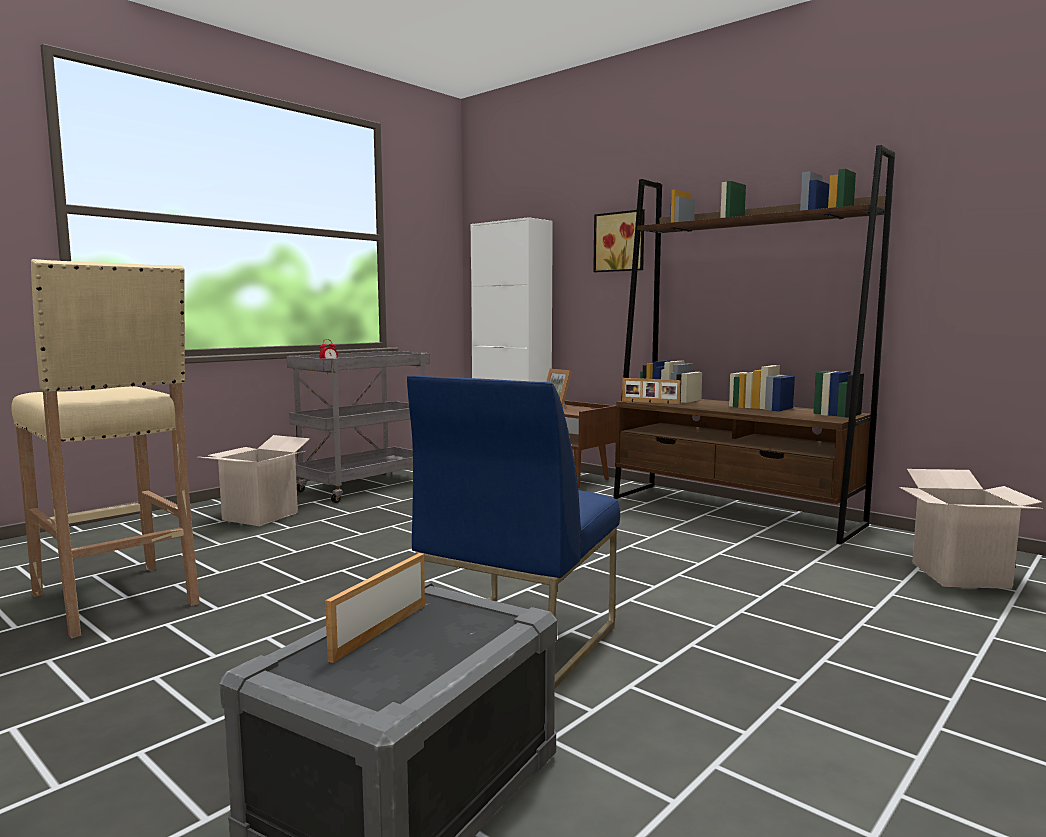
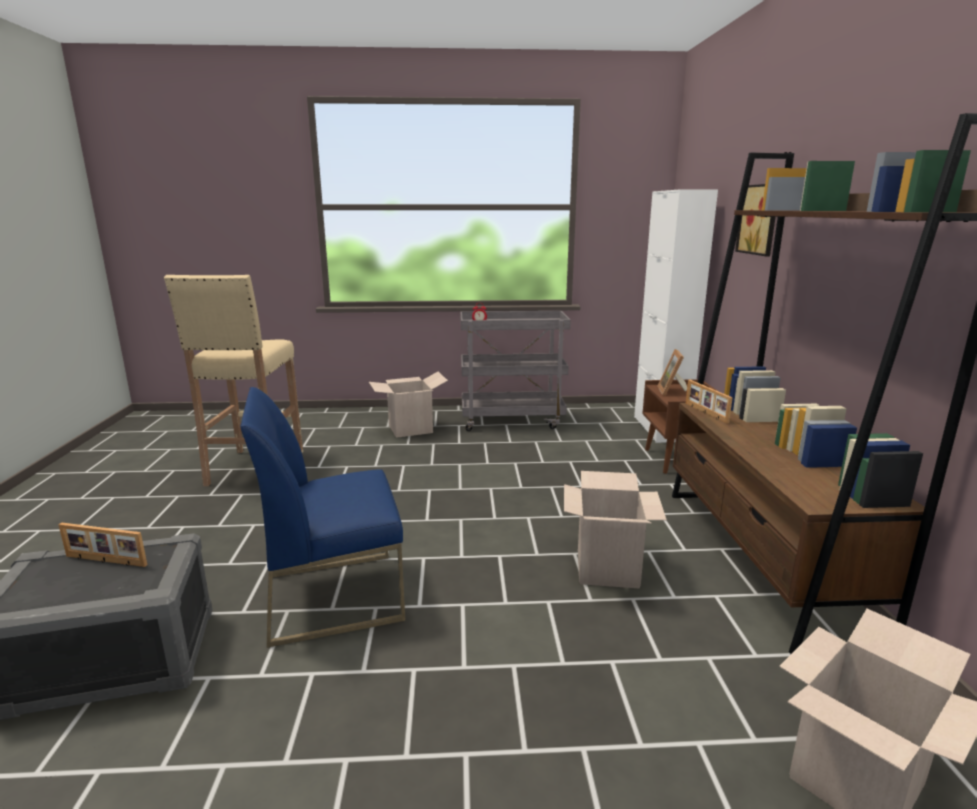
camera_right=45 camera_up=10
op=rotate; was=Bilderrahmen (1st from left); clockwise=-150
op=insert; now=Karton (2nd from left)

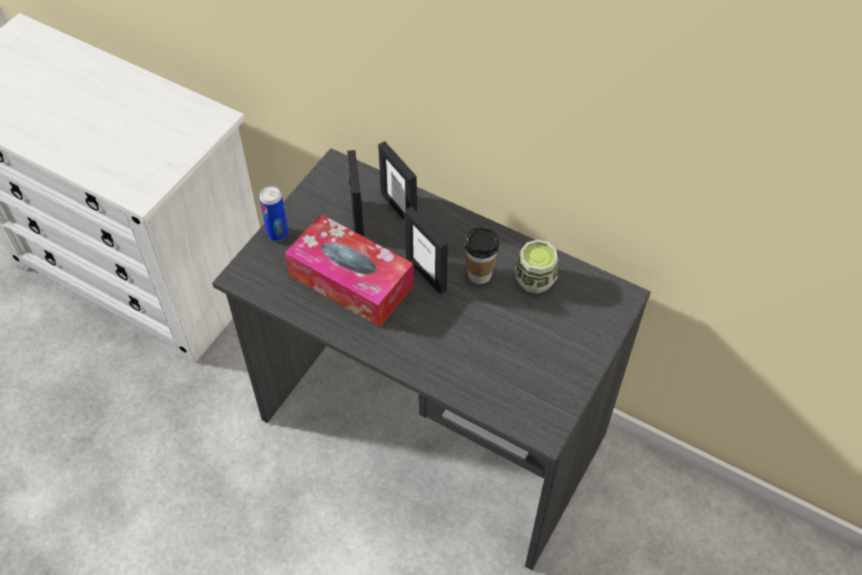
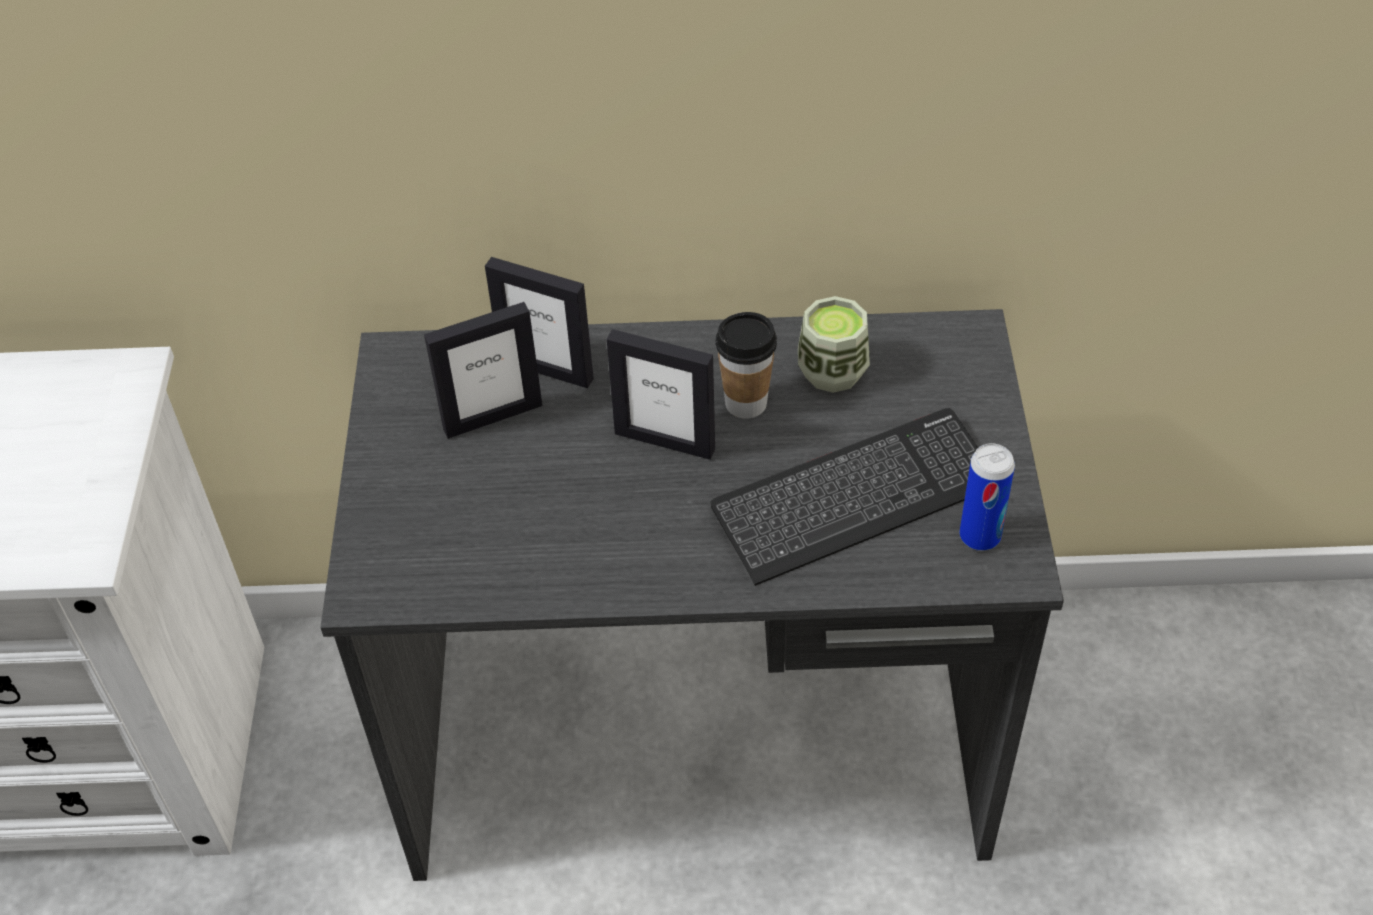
camera_right=-30 camera_up=-5
op=move; was=Dose
op=delete; was=Taschentuchbox
op=rotate; was=Bilderrahmen (1st from left); clockwise=105
op=insert; now=Tastatur

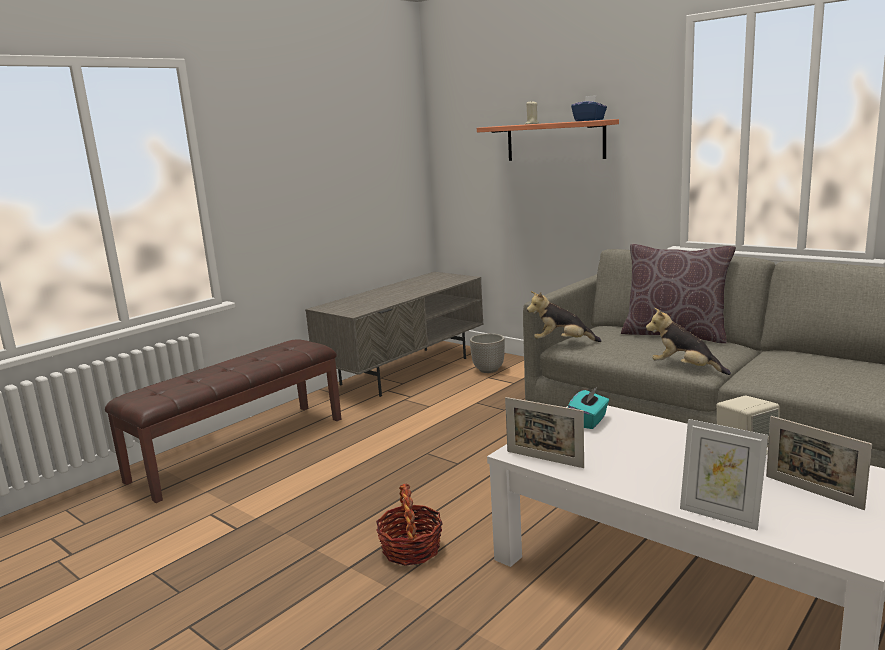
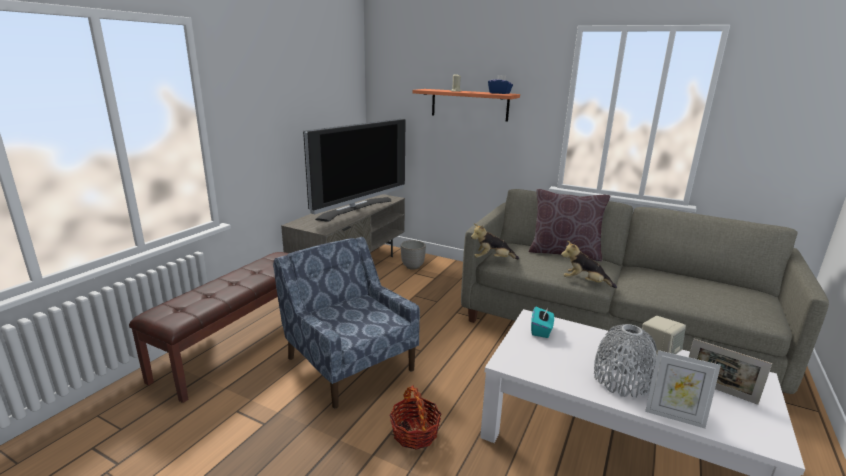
camera_right=-15 camera_up=5
op=delete; was=Bilderrahmen (1st from left)
op=insert; now=Sessel (blau)
op=insert; now=Fernseher
op=insert; now=Vase (grau)

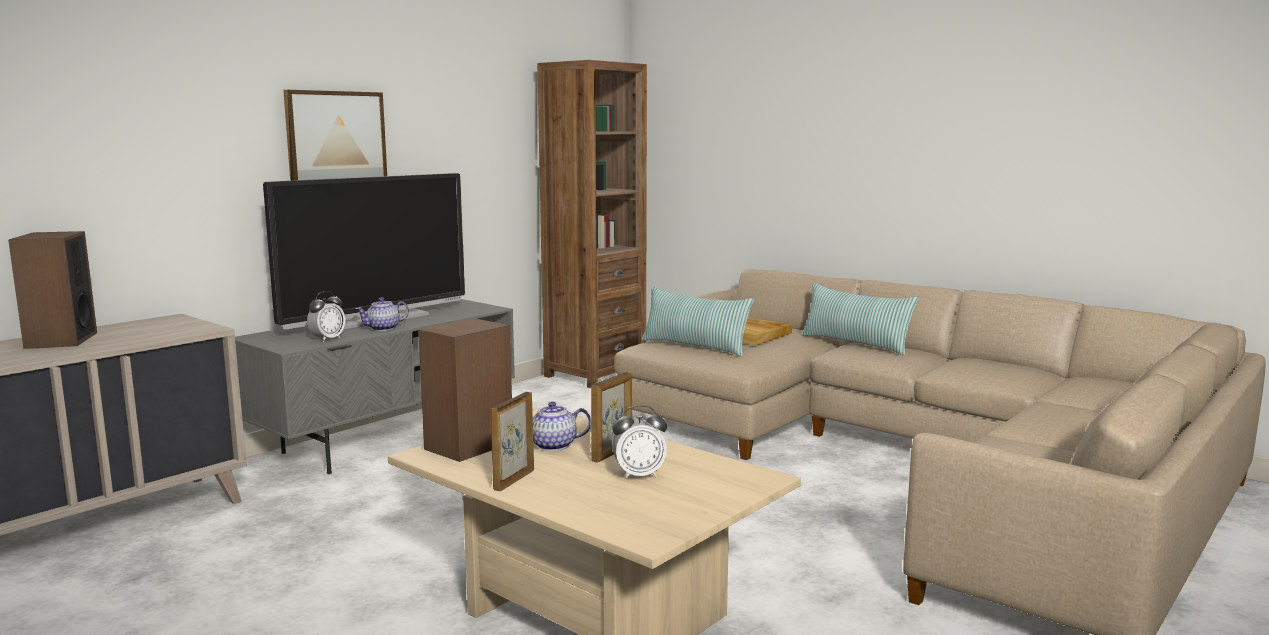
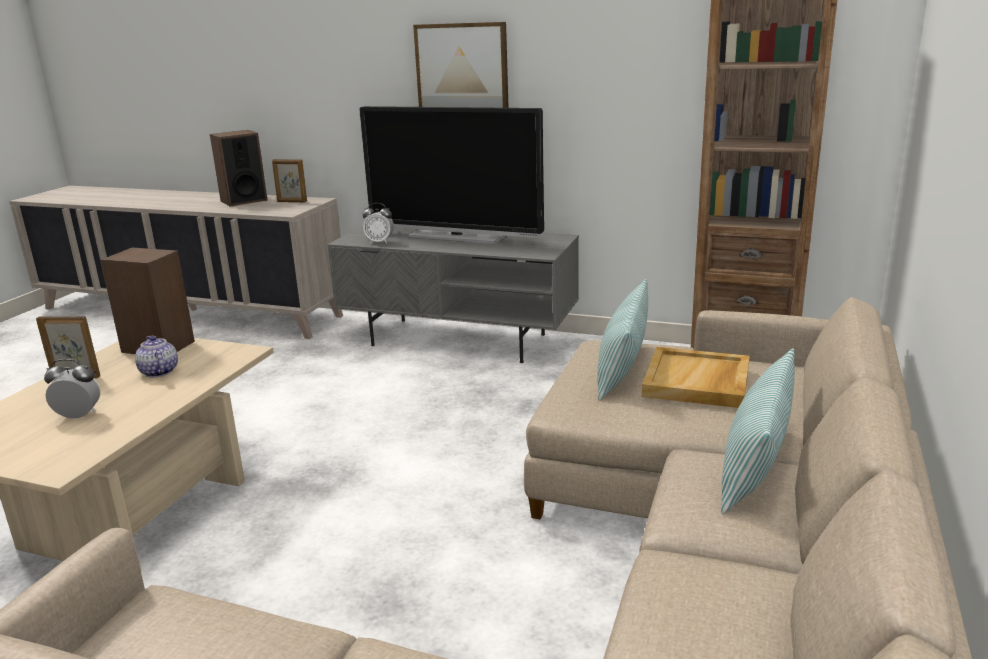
camera_right=70 camera_up=10
op=delete; was=Teekanne (1st from left)
op=move; was=Bilderrahmen (2nd from left)
op=rotate; was=Wecker (2nd from left in the first image); clockwise=120

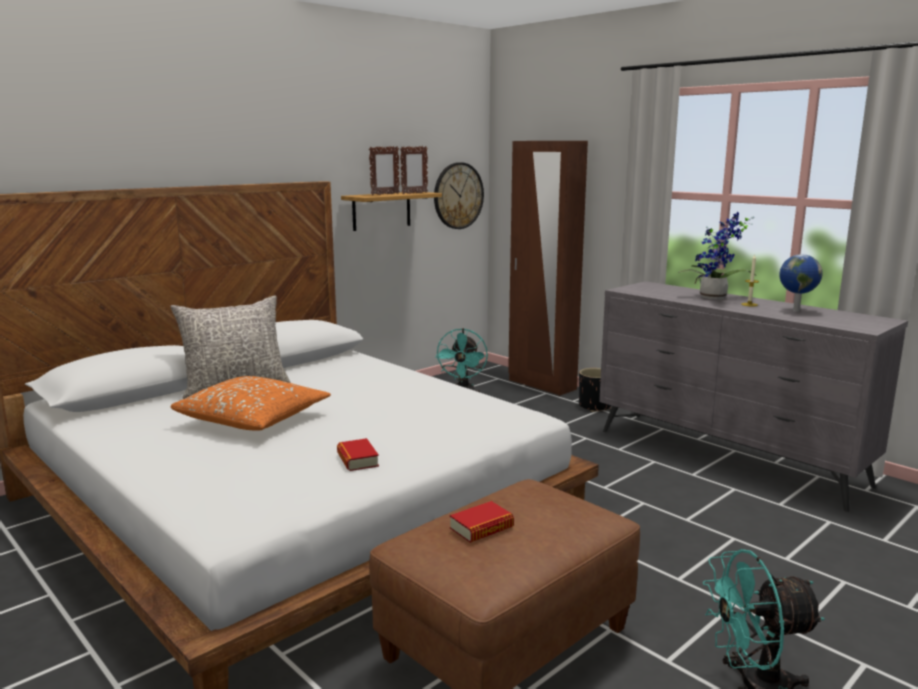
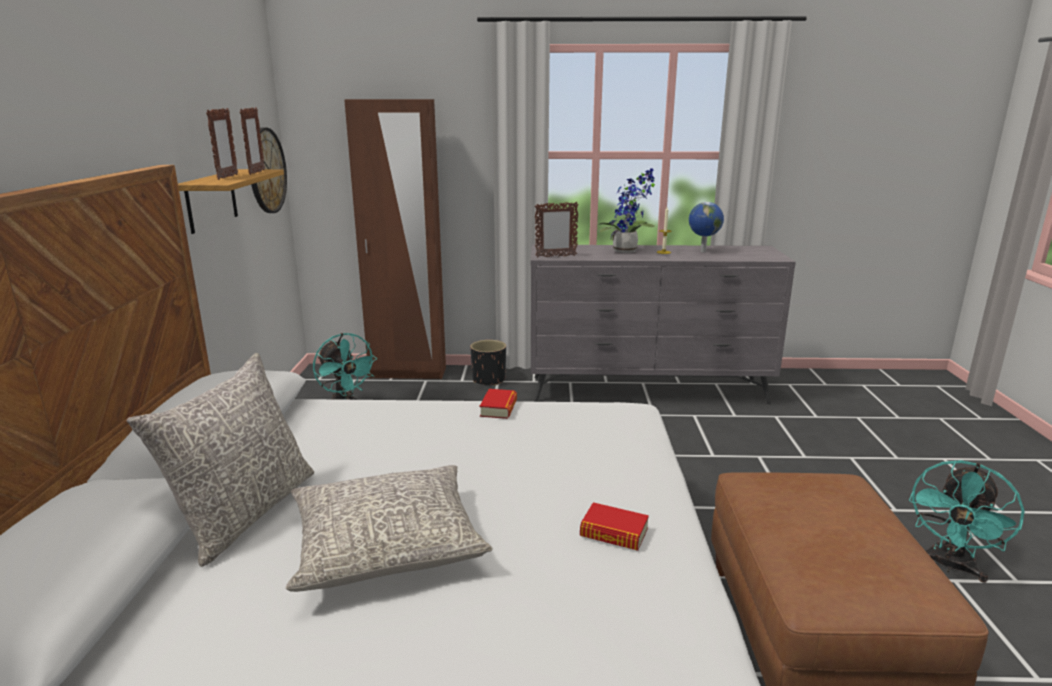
camera_right=-45 camera_up=5
op=recolor; was=Kissen (orange); now=Kissen (grau) (2nd from left)
op=move; was=Buch (2nd from left in the first image); now=Buch (1st from left)
op=insert; now=Bilderrahmen (3rd from left)

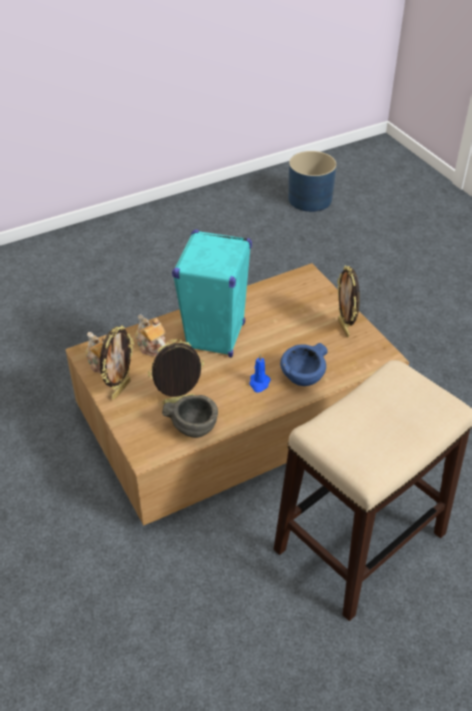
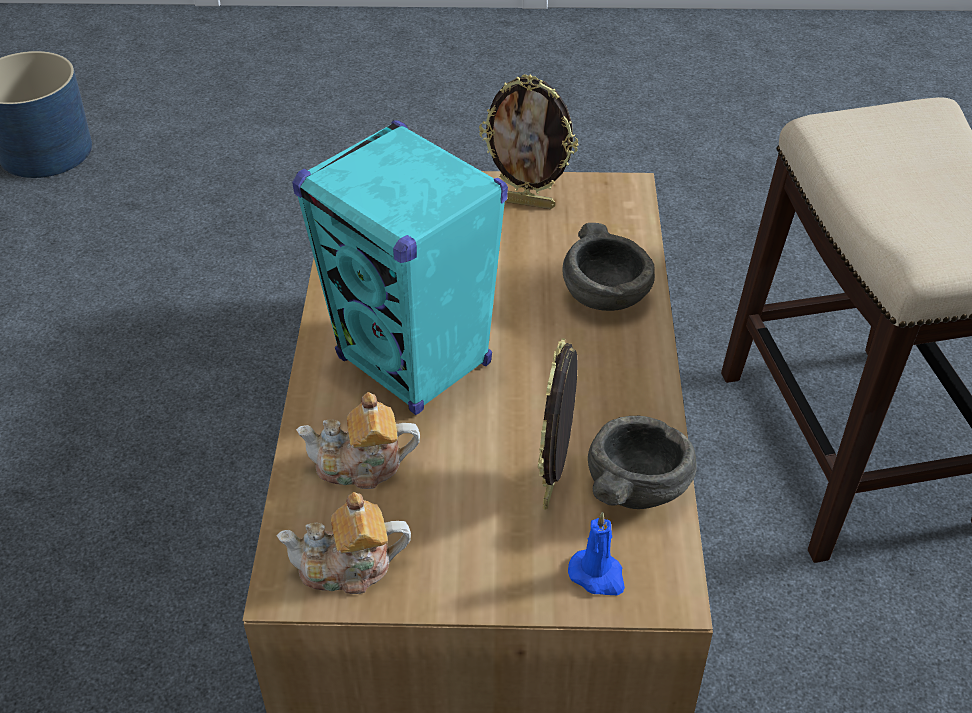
camera_right=-60 camera_up=0
op=delete; was=Bilderrahmen (1st from left)
op=move; was=Kerze (blau)
op=recolor; was=Schüssel (blau); now=Schüssel (grau) (1st from left)

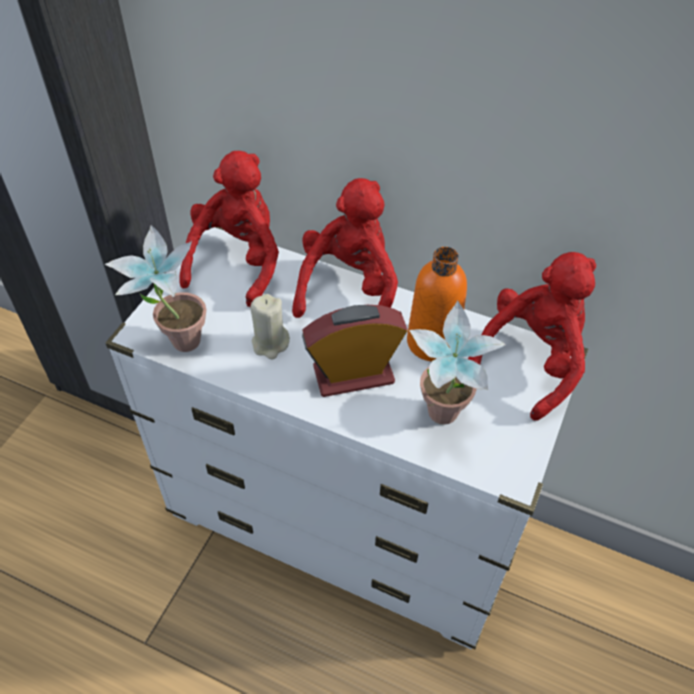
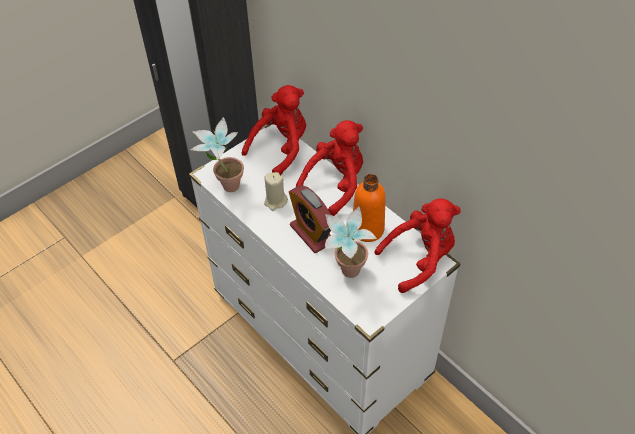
camera_right=25 camera_up=0
op=rotate; was=Wecker; clockwise=-135

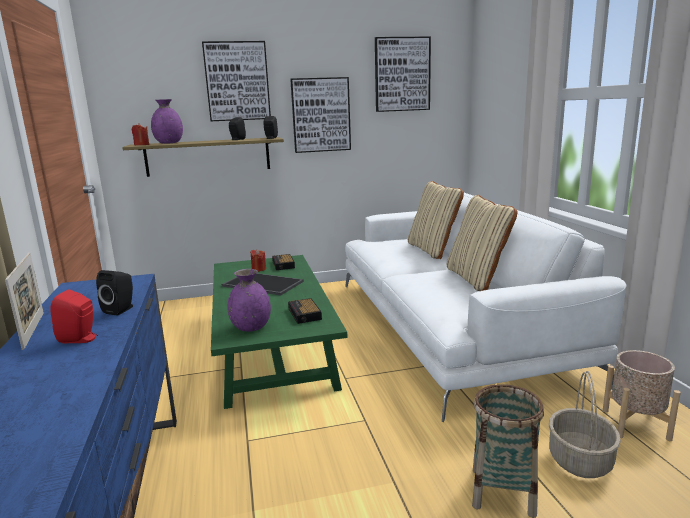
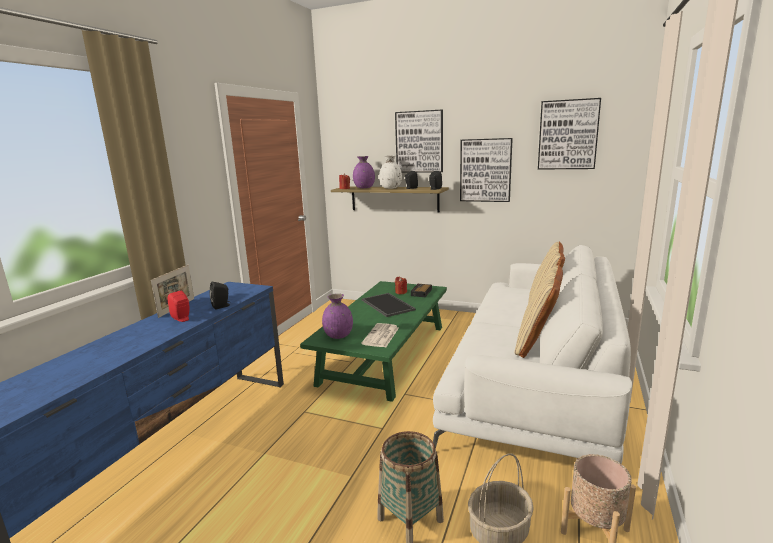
camera_right=35 camera_up=0
op=replace; was=Wecker (2nd from left); now=Zeitung
op=insert; now=Vase (weiß)

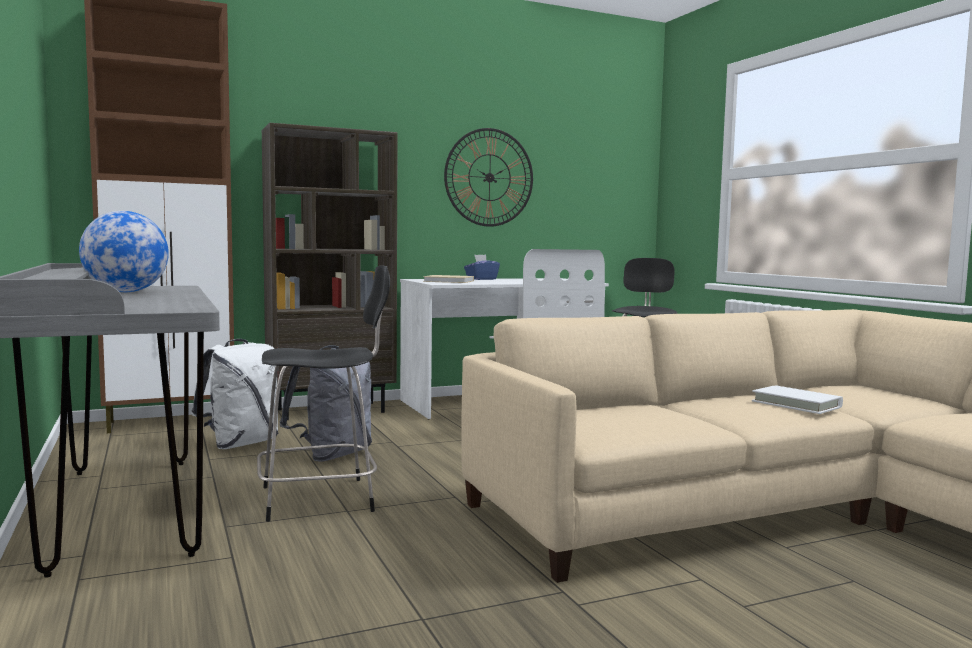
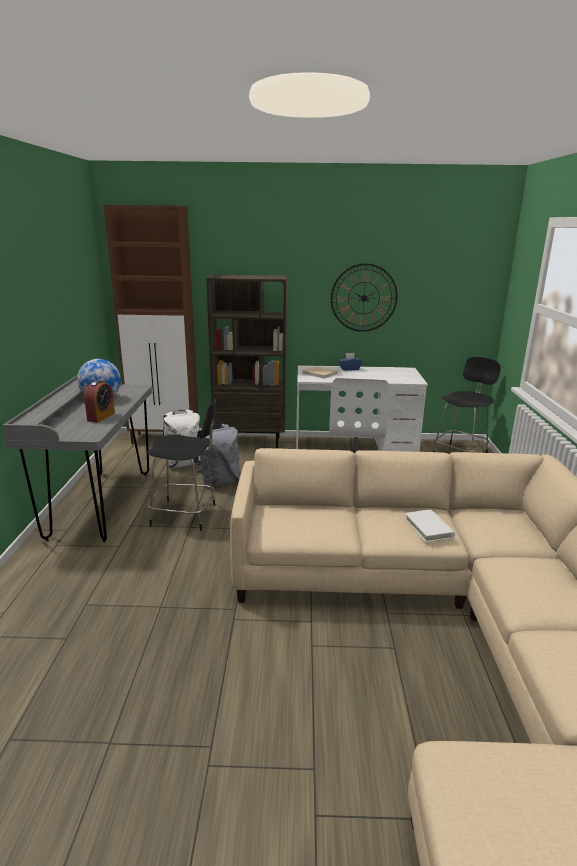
camera_right=25 camera_up=15
op=insert; now=Wecker

